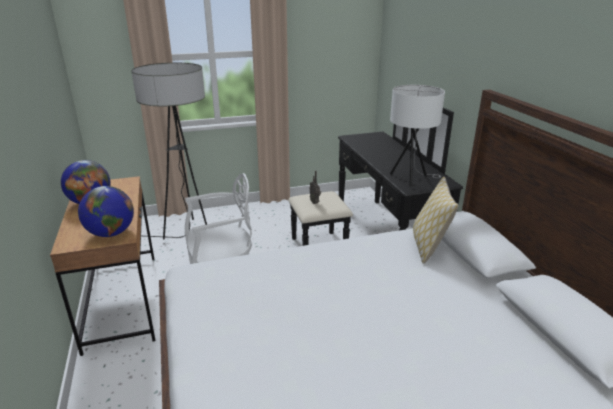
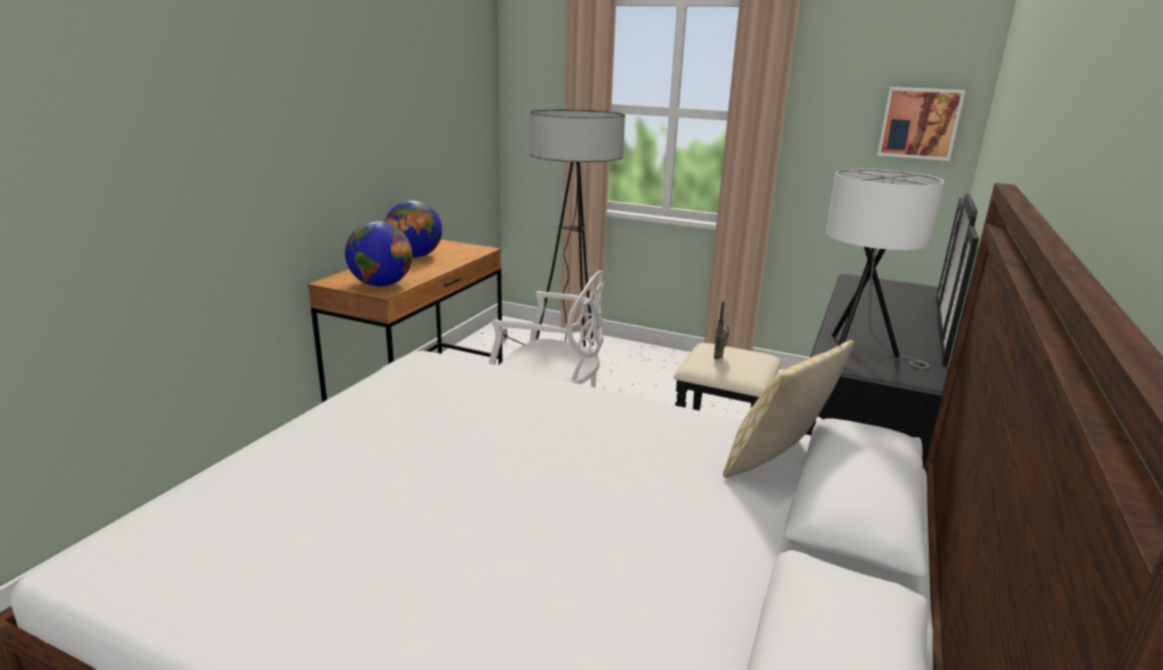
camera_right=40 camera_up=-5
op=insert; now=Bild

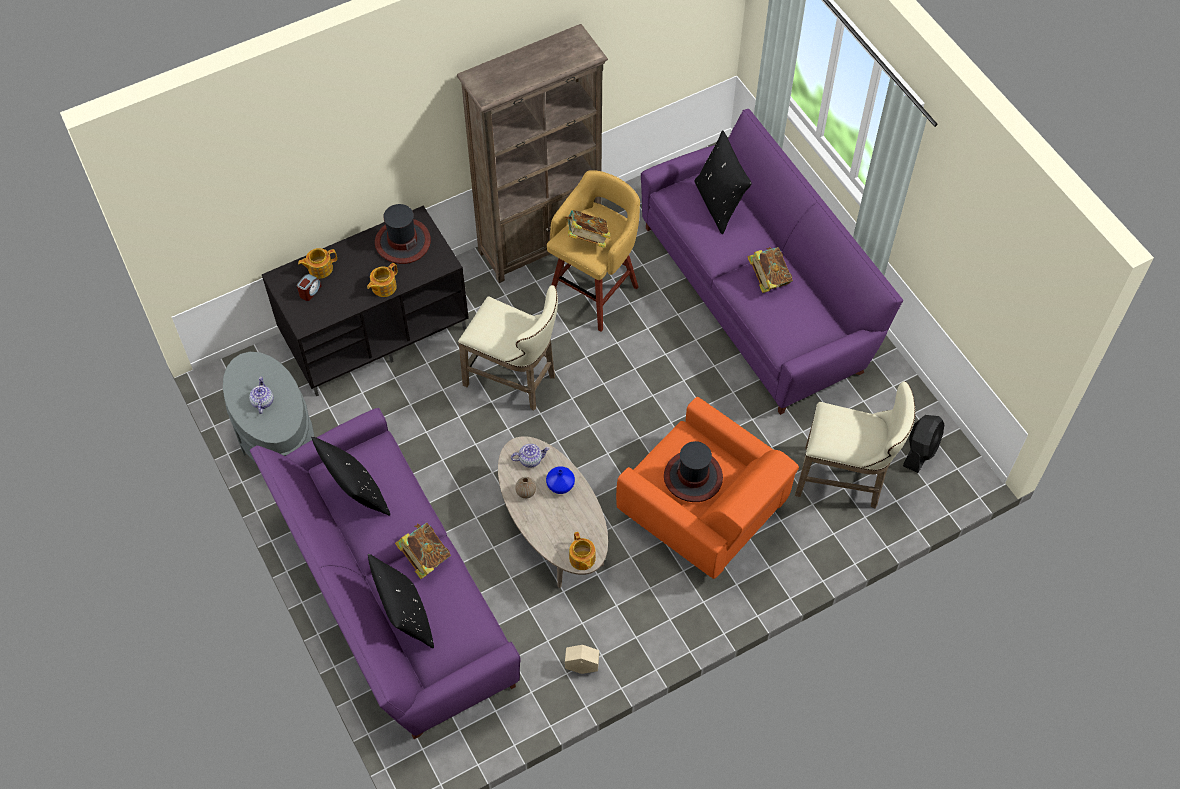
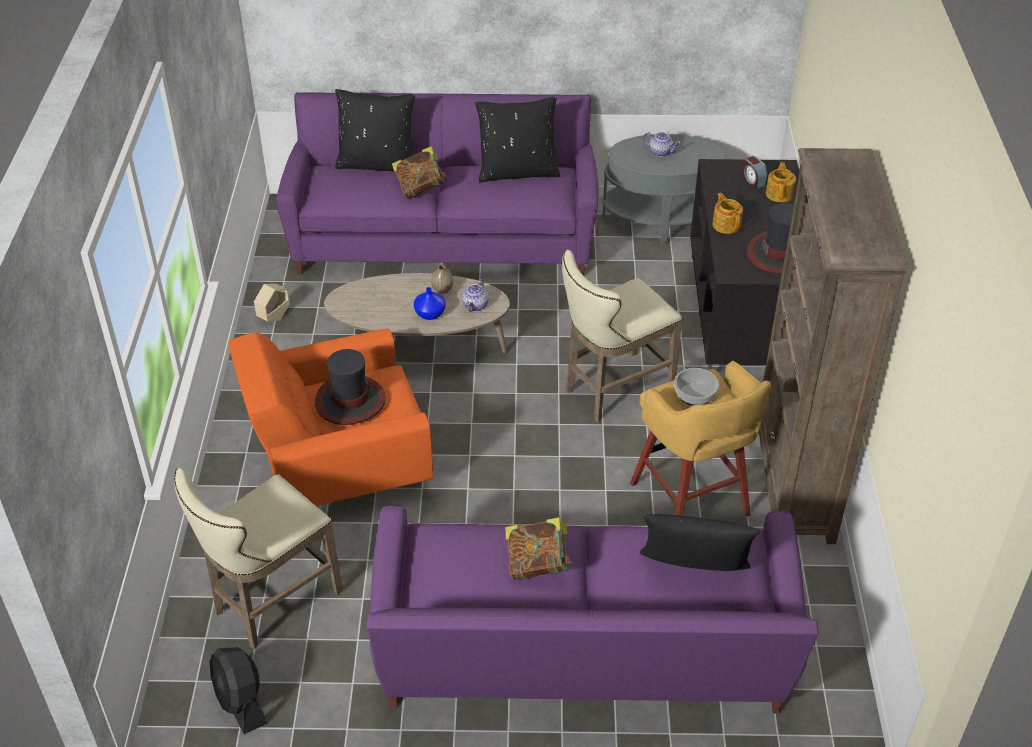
camera_right=120 camera_up=-15
op=replace; was=Buch (2nd from left); now=Schüssel
op=delete; was=Teekanne (5th from left)

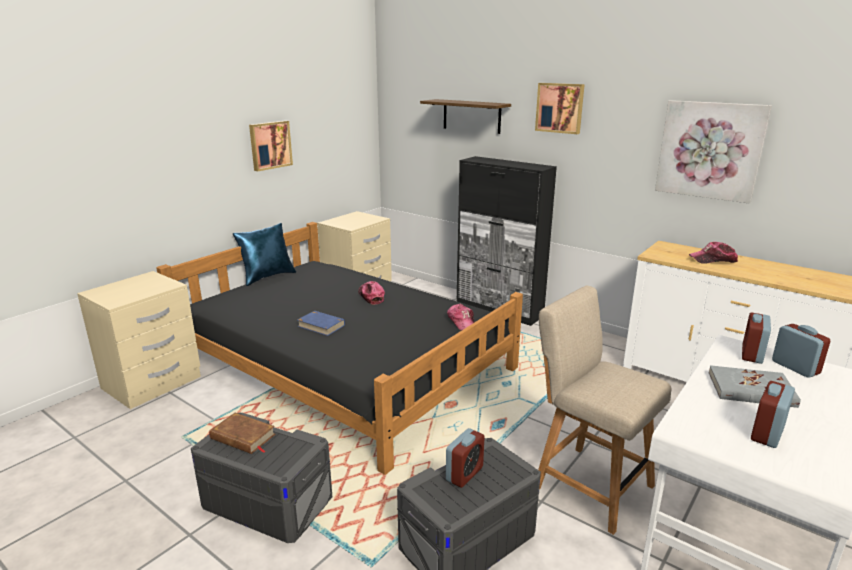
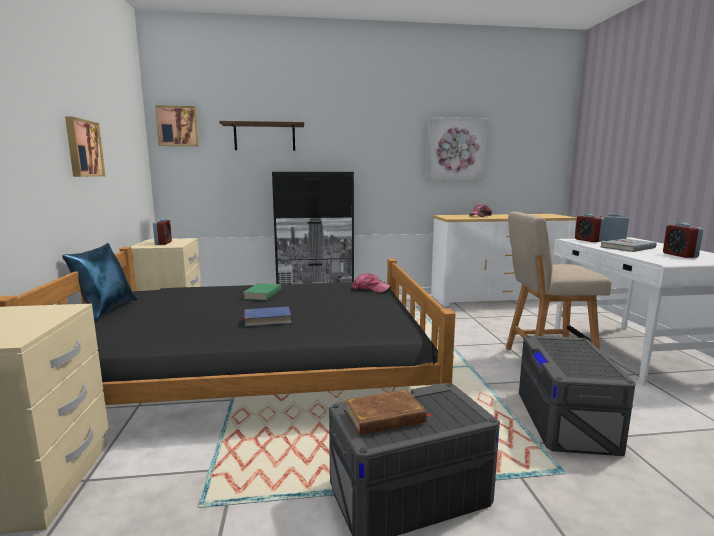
camera_right=-45 camera_up=-10
op=replace; was=Kappe (1st from left); now=Buch (grün)
op=move; was=Wecker (1st from left)
op=move; was=Bild (2nd from left)

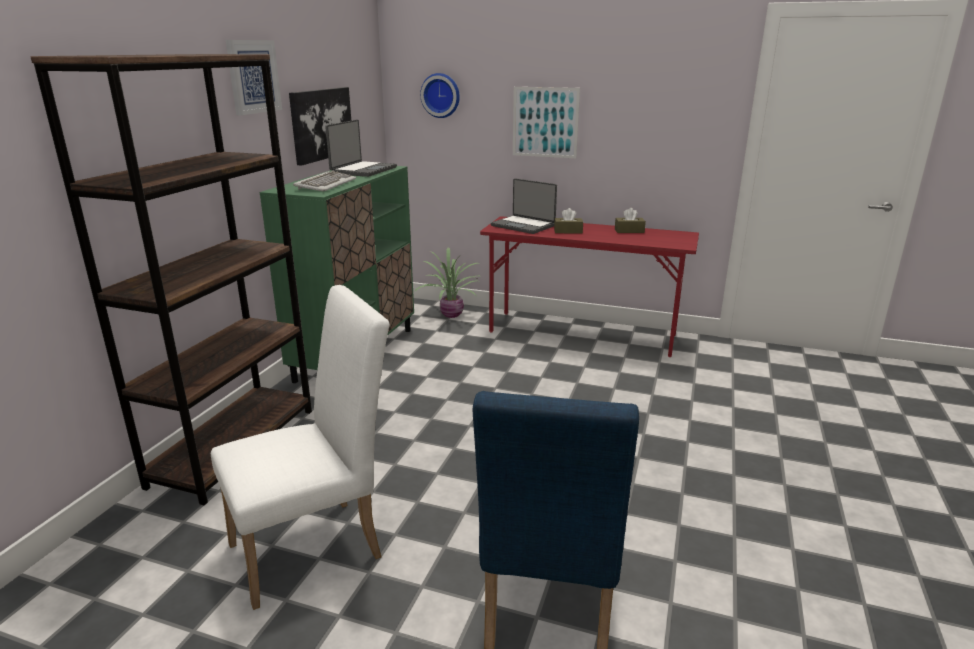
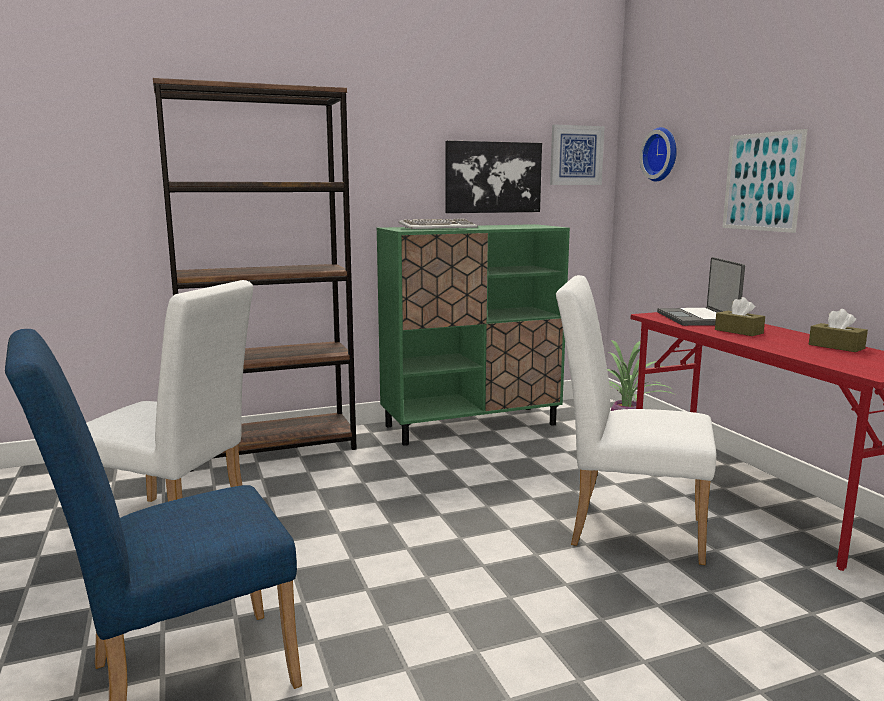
camera_right=50 camera_up=-10
op=move; was=Bild (1st from left in the first image); now=Bild (2nd from left)
op=delete; was=Laptop (1st from left)
op=insert; now=Stuhl (weiß) (2nd from left)

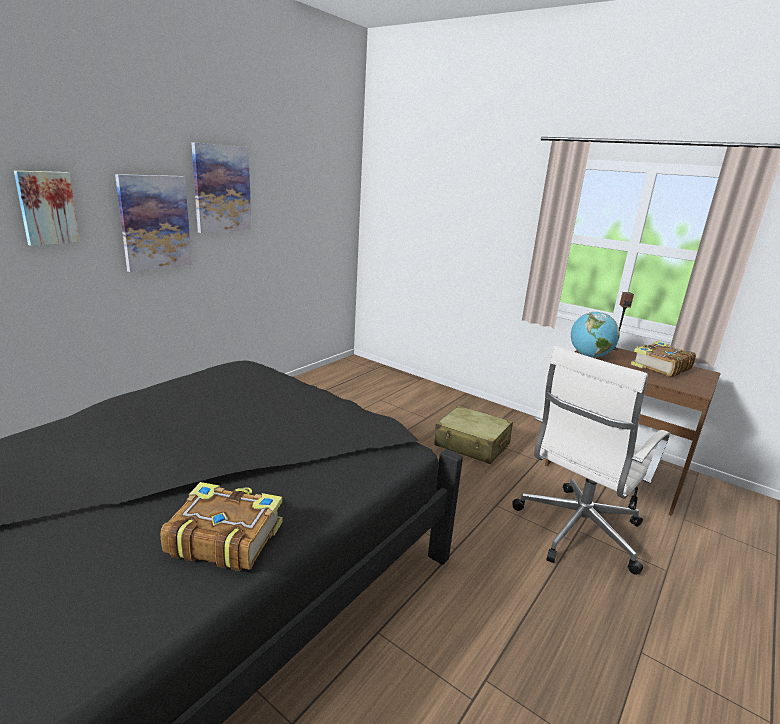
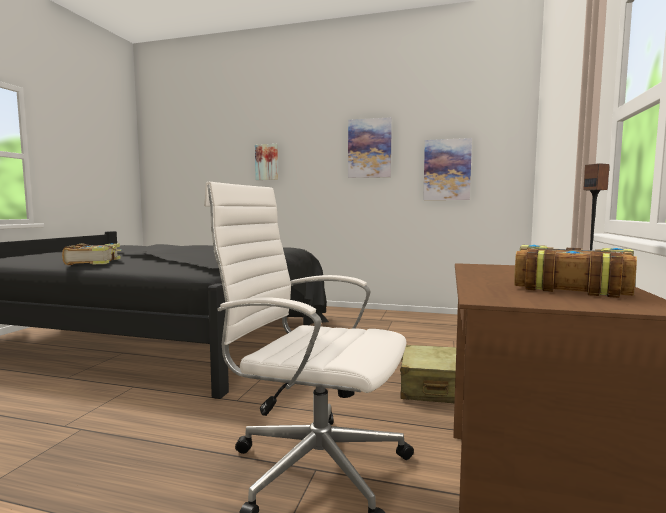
camera_right=70 camera_up=-15
op=move; was=Bild (2nd from left in the first image); now=Bild (3rd from left)
op=delete; was=Globus

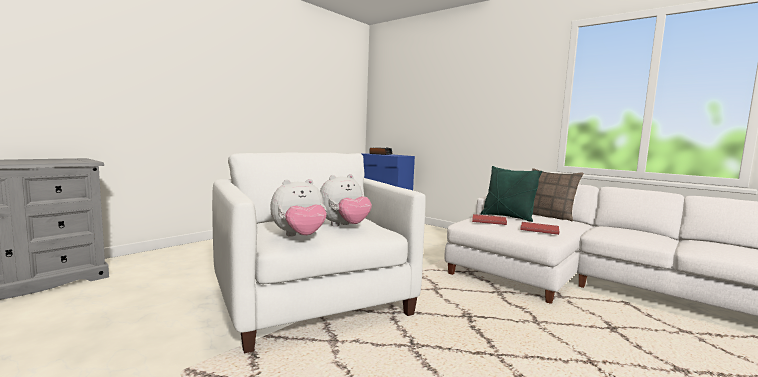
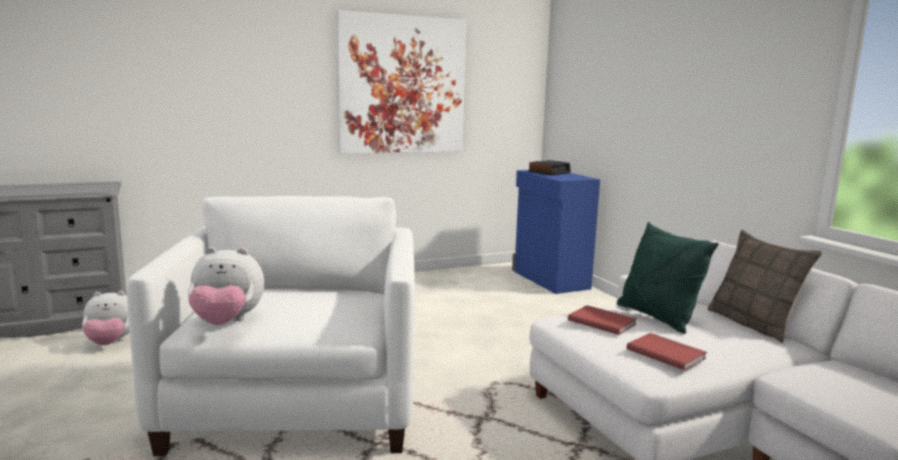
camera_right=25 camera_up=5
op=move; was=Plüschtier (2nd from left in the first image); now=Plüschtier (1st from left)
op=insert; now=Bild

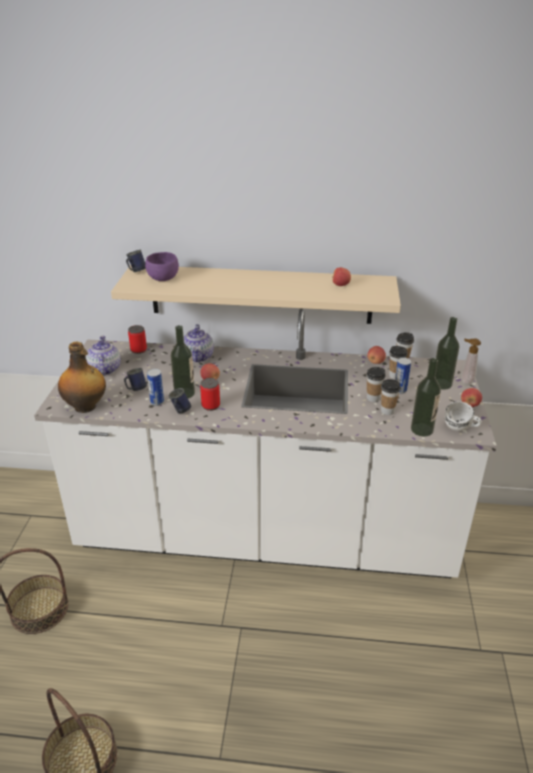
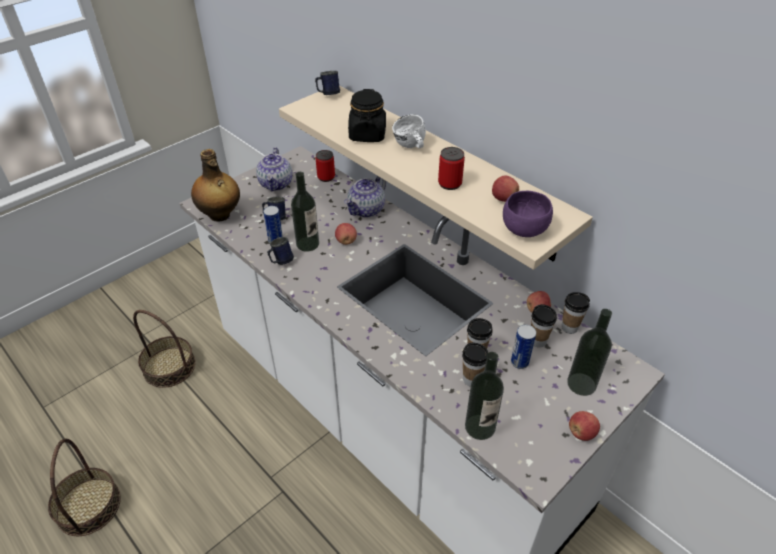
camera_right=40 camera_up=10
op=rotate; was=Teekanne (1st from left); clockwise=150
op=move; was=Schüssel (lila)
op=move; was=Dose (3rd from left)
op=move; was=Henkelbecher (weiß)
op=delete; was=Seifenspender
op=insert; now=Vorratsglas (schwarz)

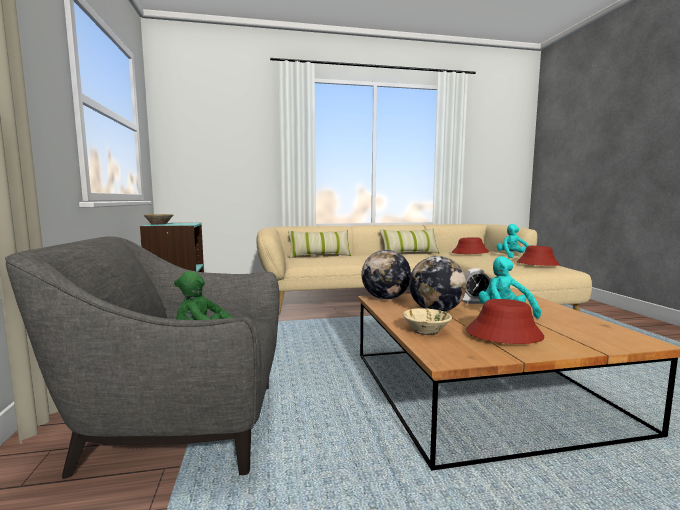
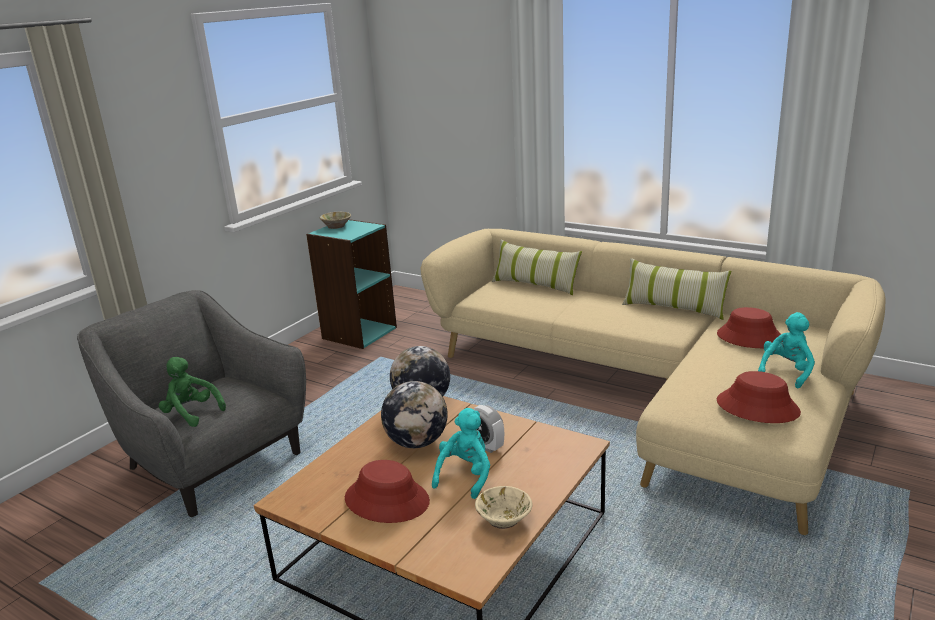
camera_right=45 camera_up=15
op=move; was=Schüssel (beige) (2nd from left)

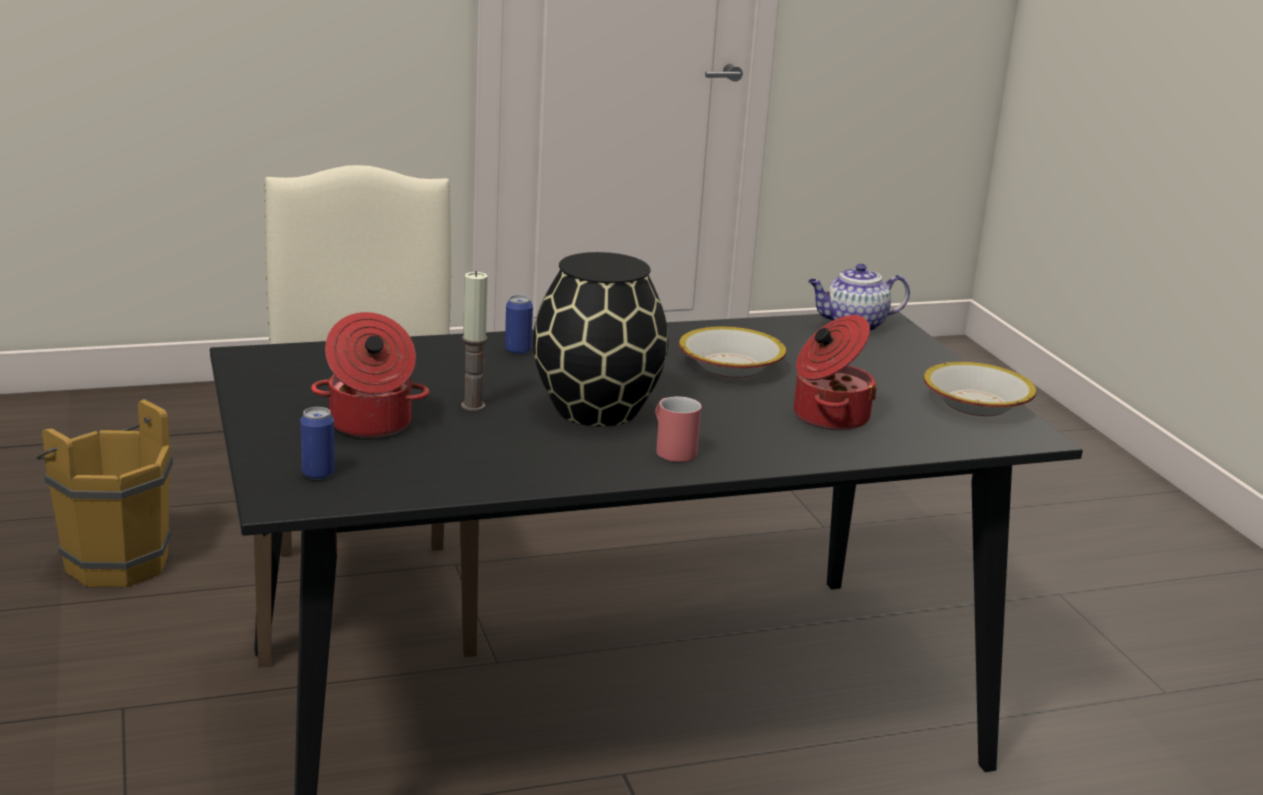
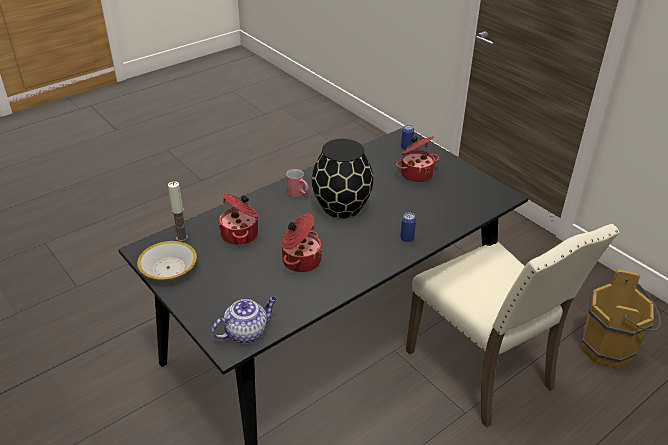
camera_right=160 camera_up=15
op=move; was=Kerze
op=replace; was=Schüssel (1st from left); now=Kochtopf (2nd from left)

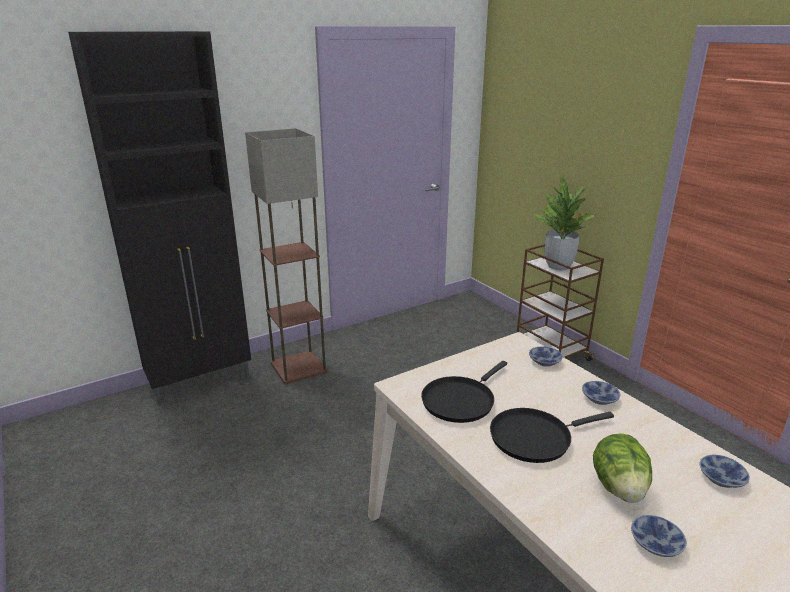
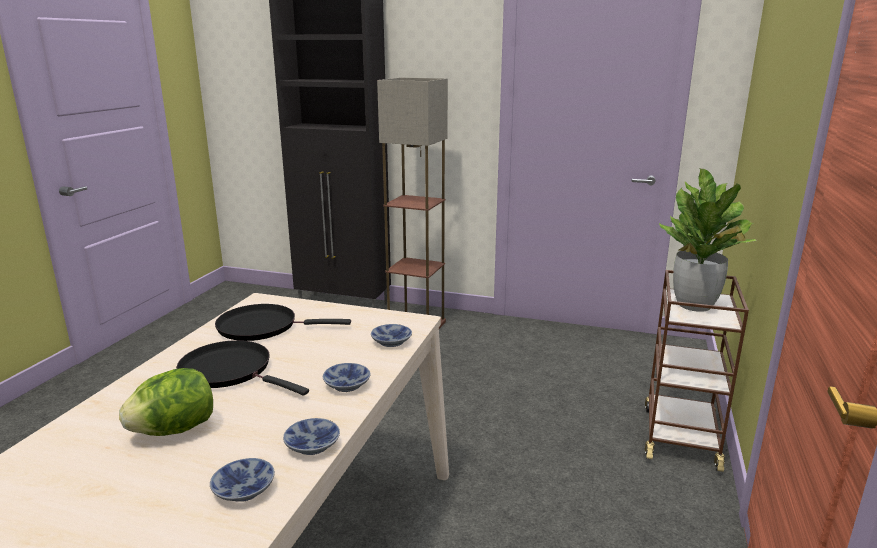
camera_right=50 camera_up=-5
op=move; was=Schüssel (3rd from left in the first image); now=Schüssel (2nd from left)

